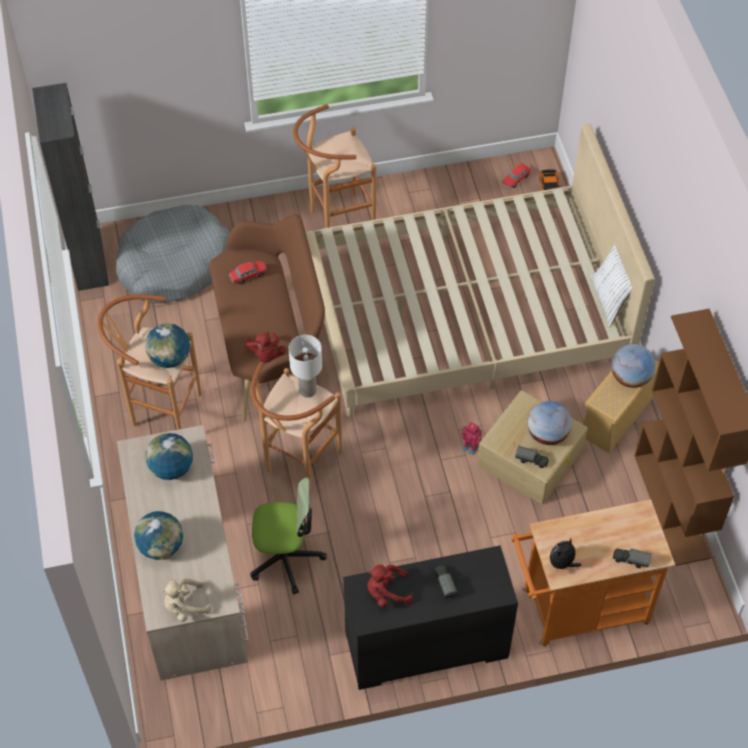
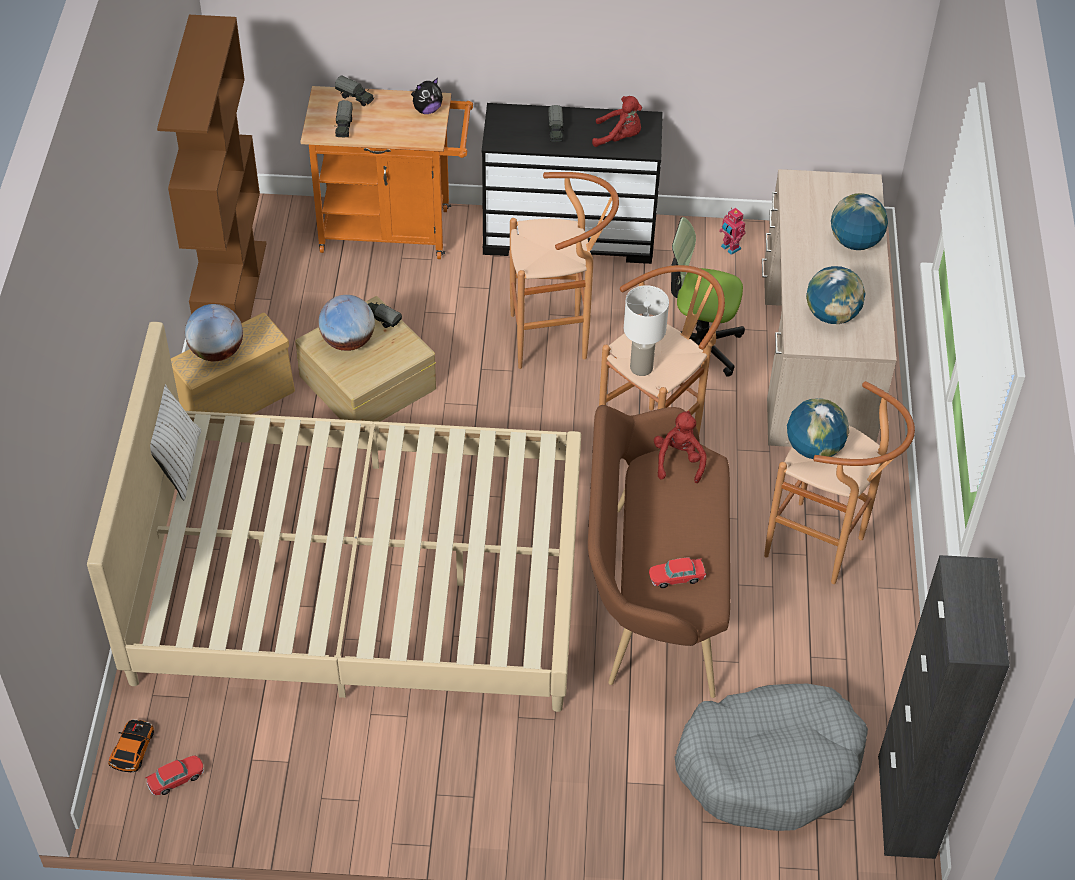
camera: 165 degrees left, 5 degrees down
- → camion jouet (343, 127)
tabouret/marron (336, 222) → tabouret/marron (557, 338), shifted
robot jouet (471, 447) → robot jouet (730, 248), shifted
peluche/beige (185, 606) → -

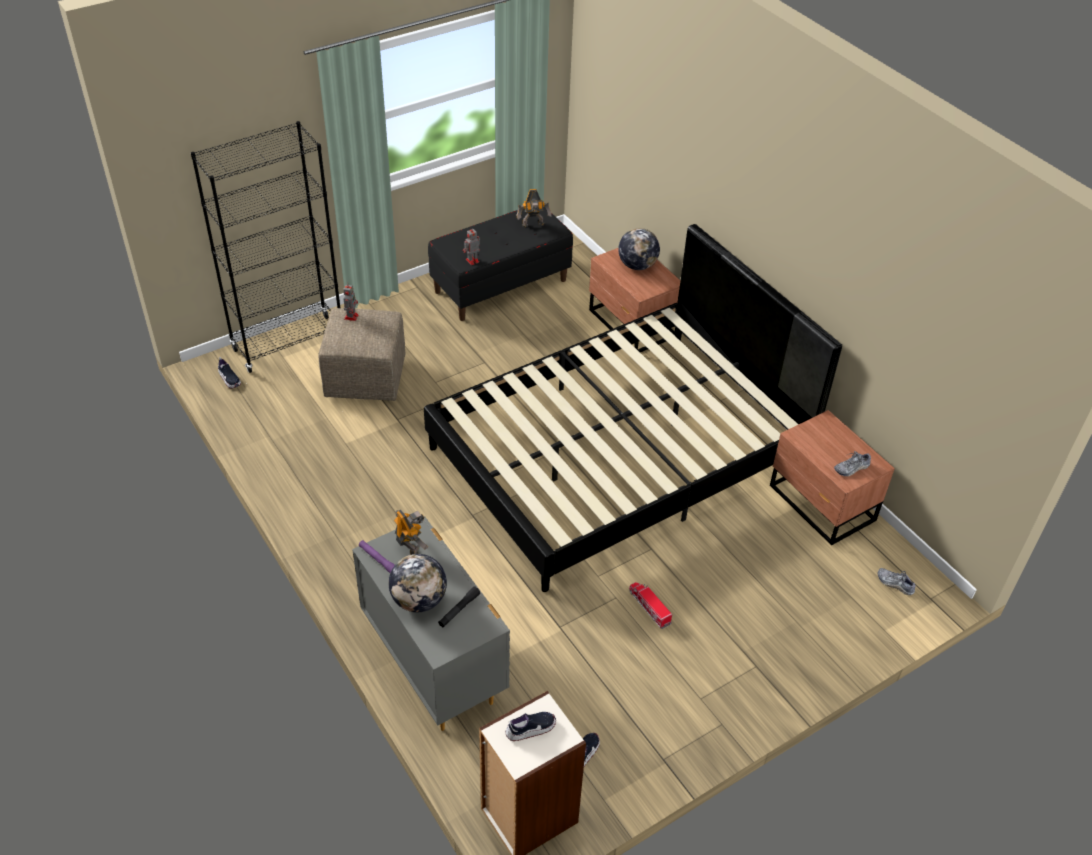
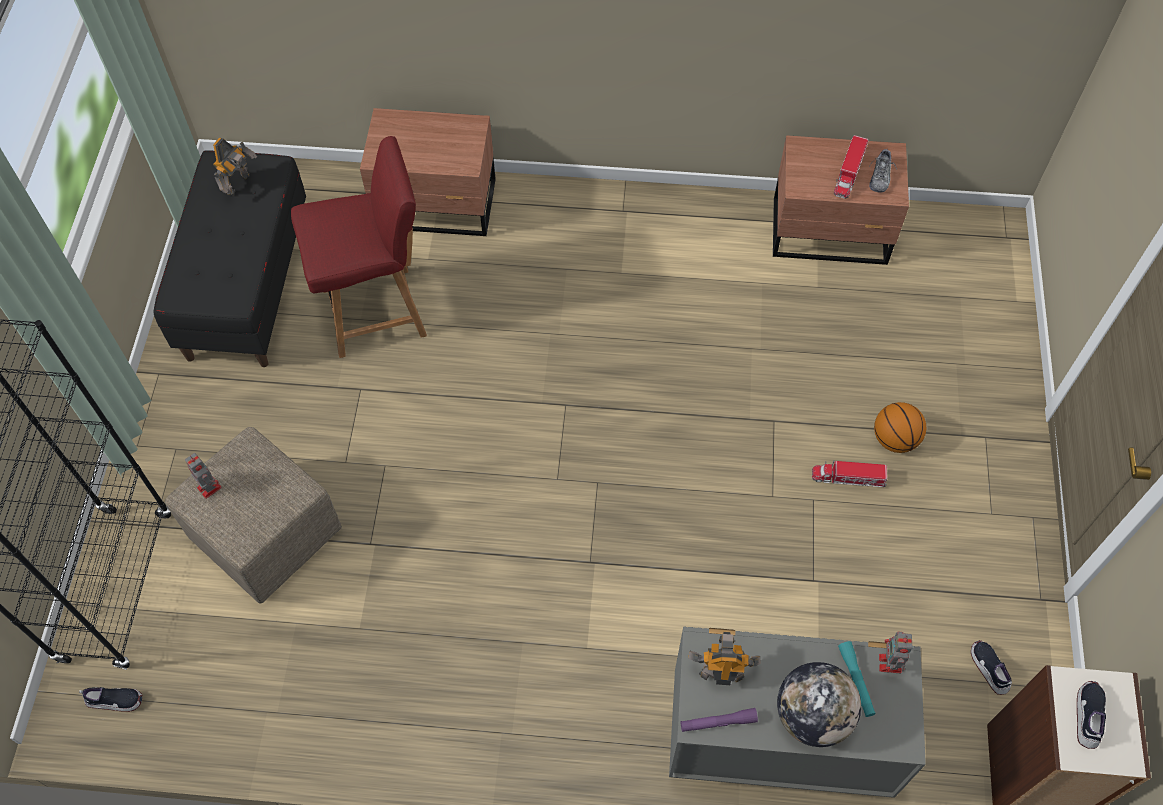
camera: 50 degrees left, 15 degrees up
- → chaise/rouge (377, 311)
- → camion jouet (849, 173)
lampe de poche/noir (459, 610) → lampe de poche/turquoise (856, 681)
- → ballon de basket (894, 439)
robot jouet (471, 261) → robot jouet (890, 665), shifted
lit/noir (619, 454) → -
globe (637, 265) → -
chaussure (895, 584) → -

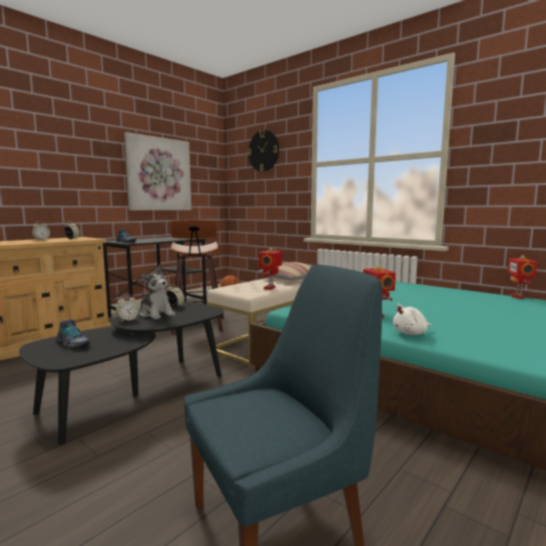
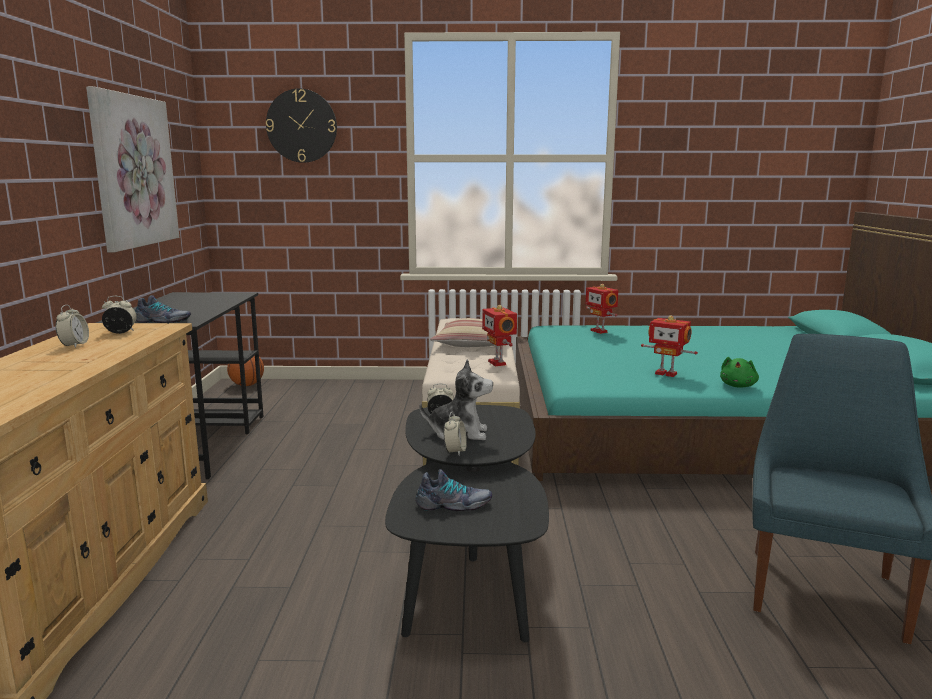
camera: 40 degrees left, 5 degrees up
robot jouet (518, 297) → robot jouet (599, 331), shifted
peluche/blanc (411, 333) → peluche/vert (738, 386)
tabouret (197, 326) → -

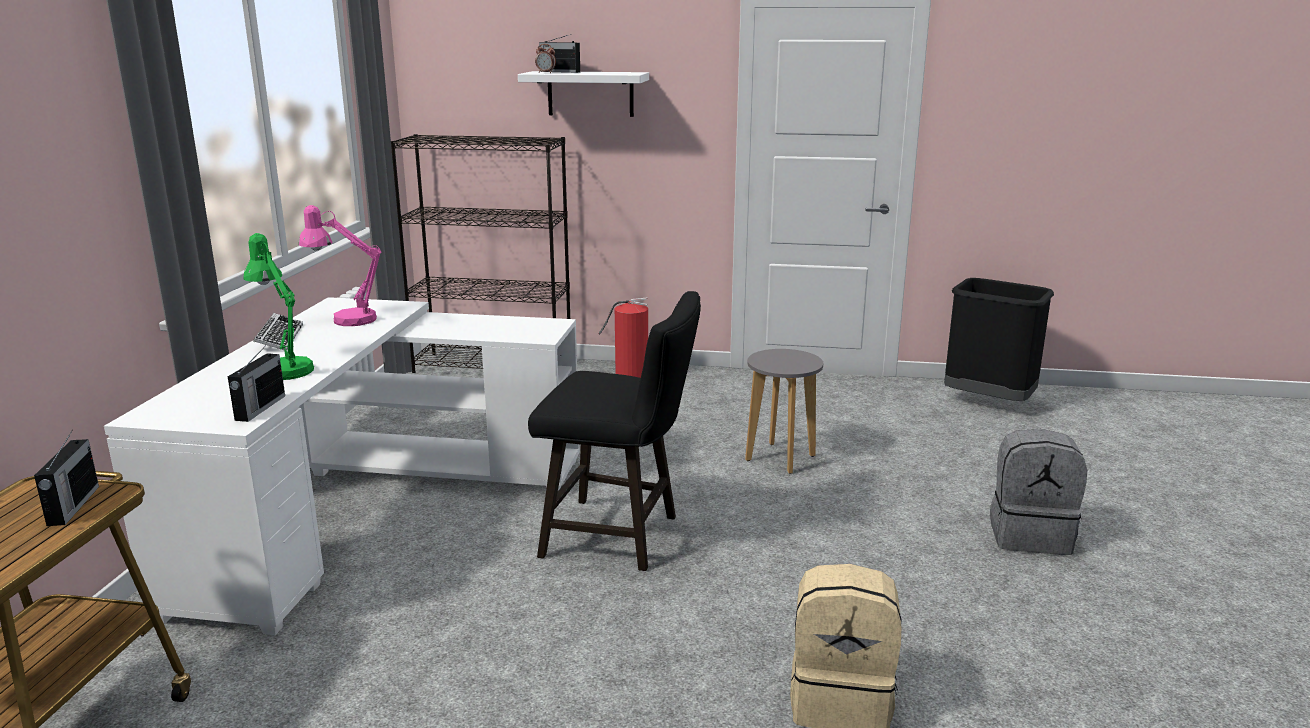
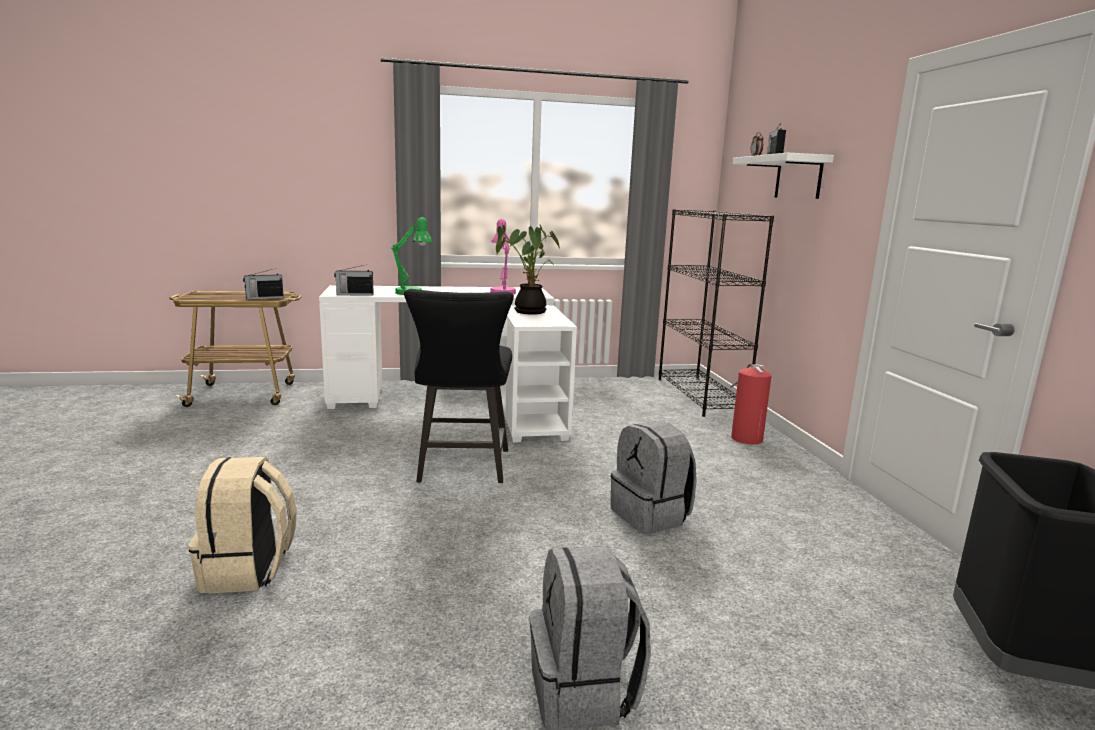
camera: 70 degrees right, 5 degrees down
- → plante en pot (527, 311)
tabouret/gris (780, 458) → sac à dos/gris (651, 515)
clavier (279, 337) → -

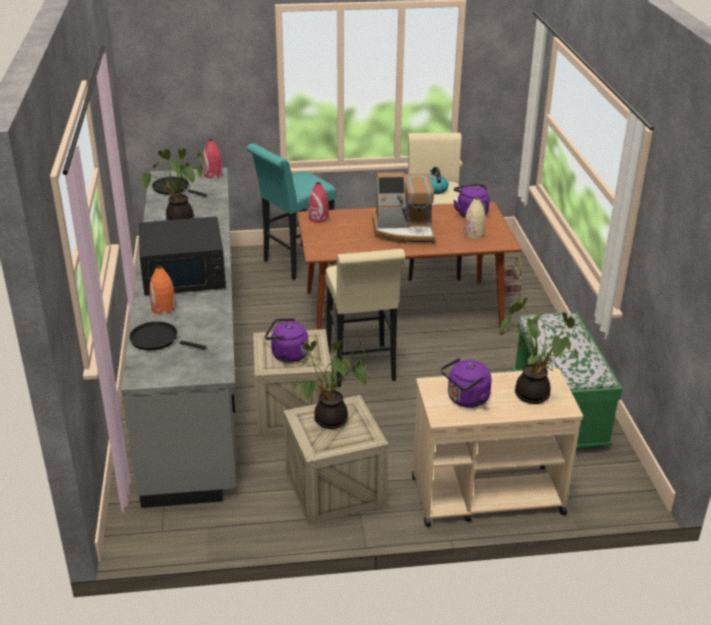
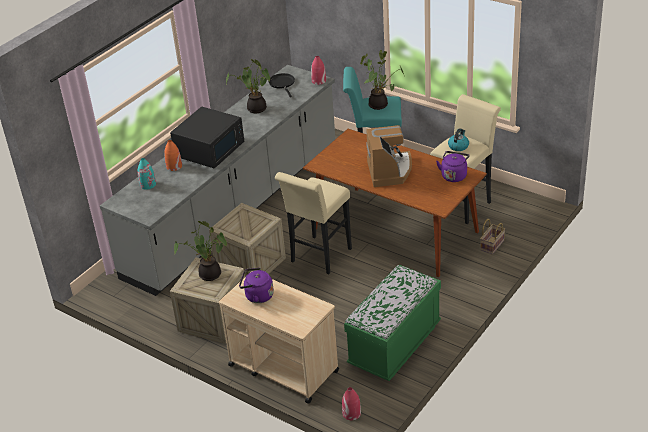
camera: 45 degrees right, 5 degrees up
poêle/noir (157, 340) → vase/turquoise (148, 184)
micro-ondes/noir (185, 275) → micro-ondes/noir (210, 149), 90 degrees counterclockwise
vase/rouge (318, 218) → vase/rouge (351, 413), shifted
plante en pot (533, 393) → plante en pot (380, 105), shifted
machine à café (404, 231) → machine à café (390, 171), 135 degrees counterclockwise
bouilloire/violet (287, 355) → -
vase/beige (474, 234) → -

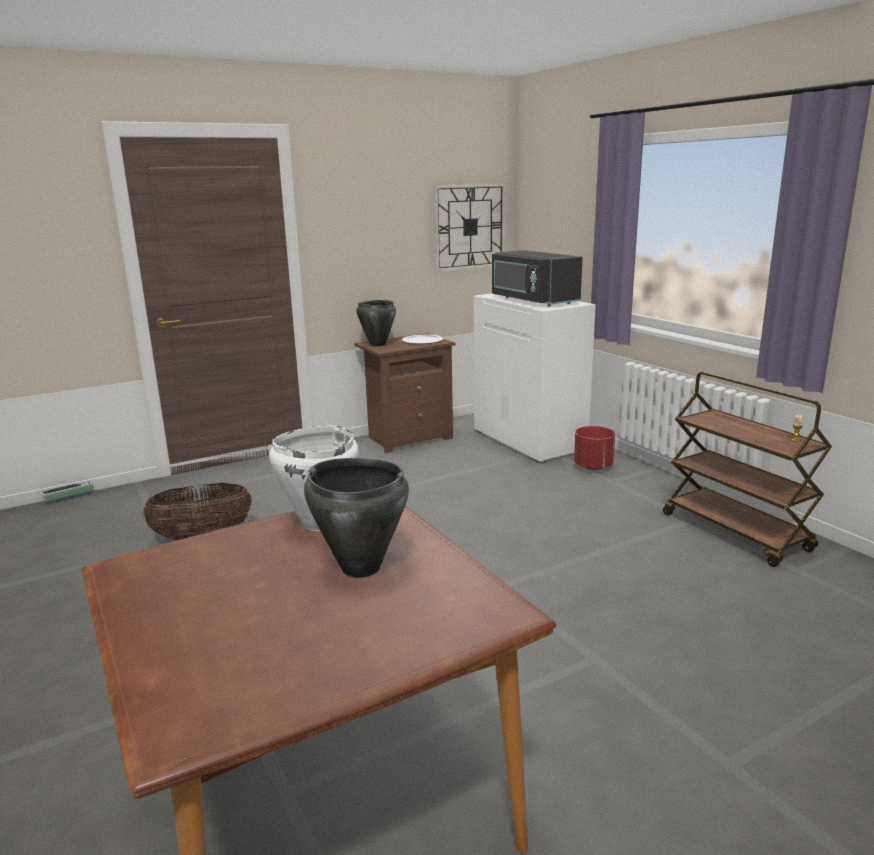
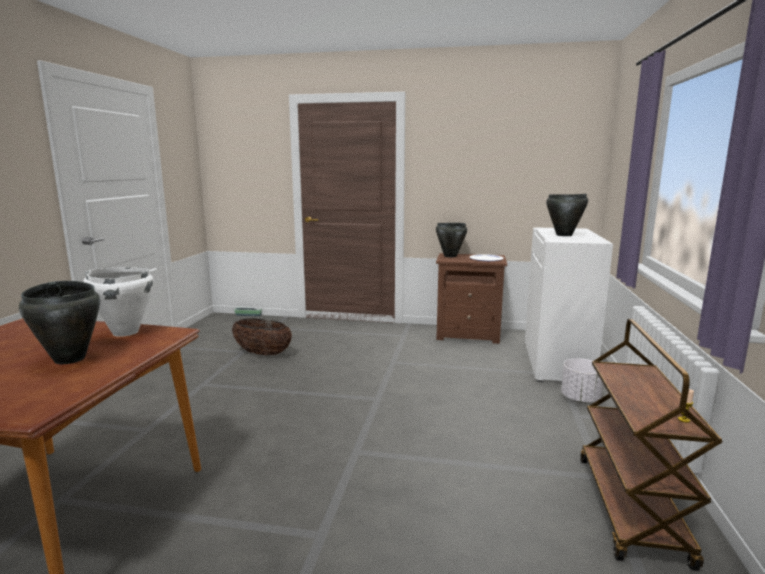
camera: 40 degrees right, 5 degrees down
micro-ondes/noir (532, 301) → marmite/noir (564, 235)
cache-pot/rouge (593, 466) → cache-pot/blanc (580, 399)
horloge murale (469, 227) → -

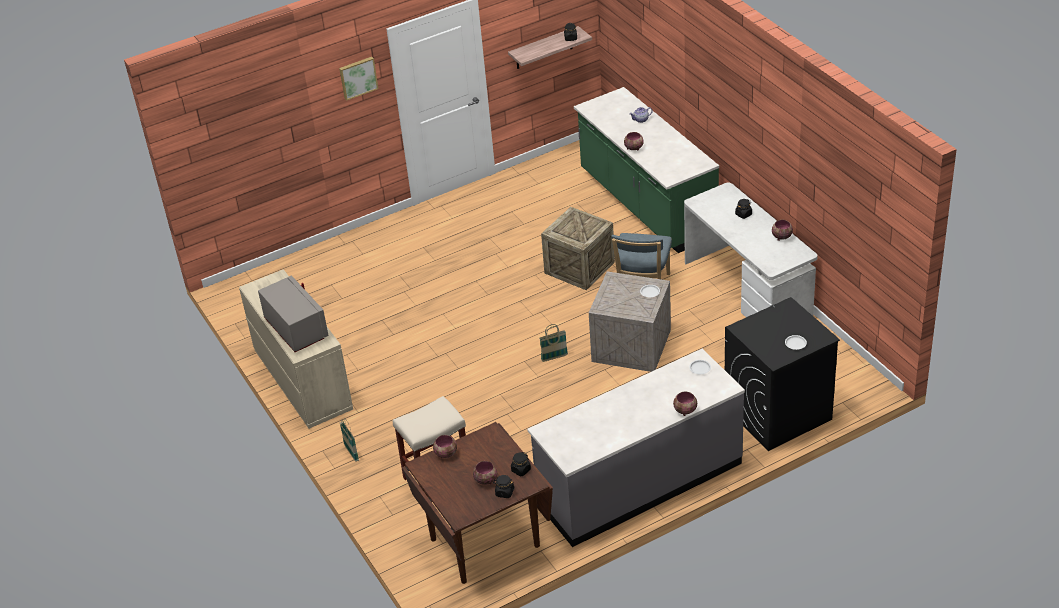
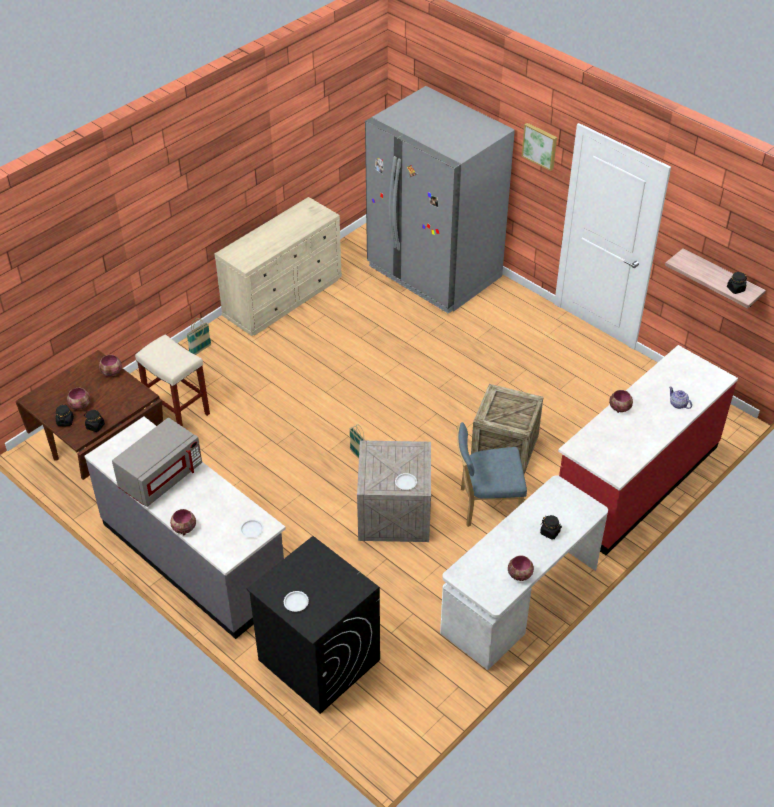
camera: 70 degrees right, 5 degrees up
micro-ondes/gris (295, 329) → micro-ondes/gris (160, 477), shifted
- → réfrigérateur/gris (434, 272)
comptoir de cuisine/vert (646, 205) → comptoir de cuisine/rouge (635, 481)

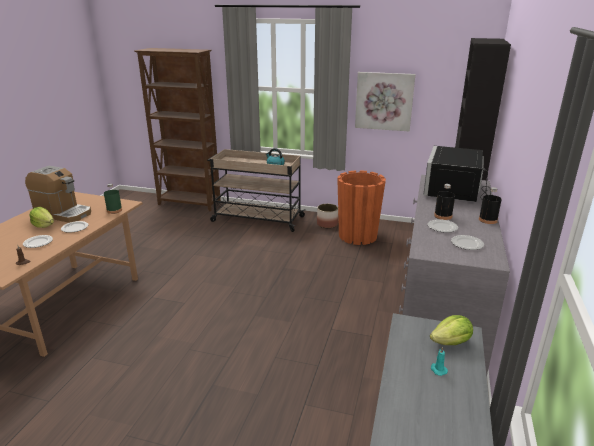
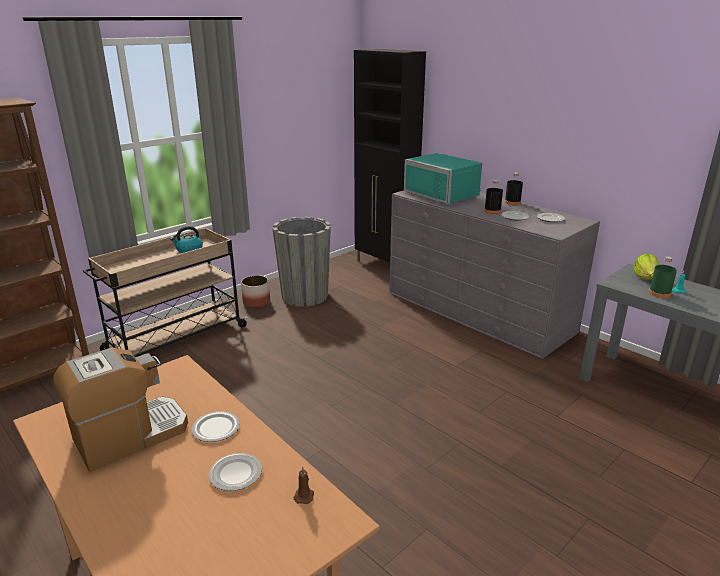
camera: 60 degrees left, 0 degrees up
cache-pot/orange (358, 236) → cache-pot/gris (304, 296)
micro-ondes/noir (456, 191) → micro-ondes/turquoise (445, 194)
bouteille/vert (114, 210) → bouteille/vert (659, 293), shifted
laitue (44, 226) → -
tableau (384, 101) → -

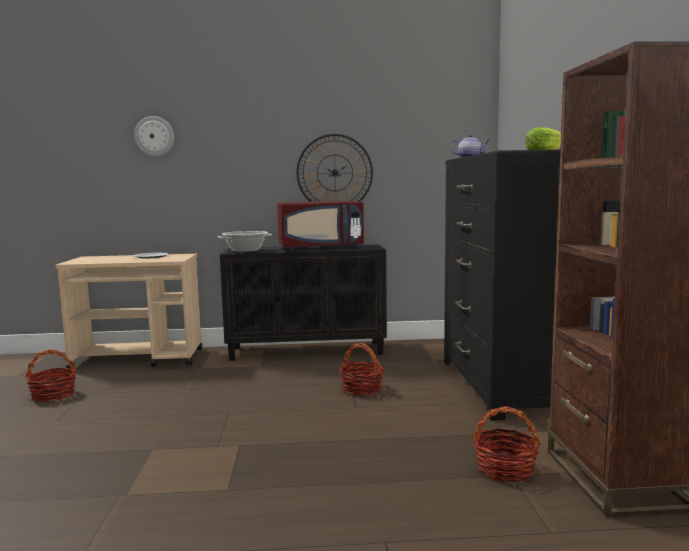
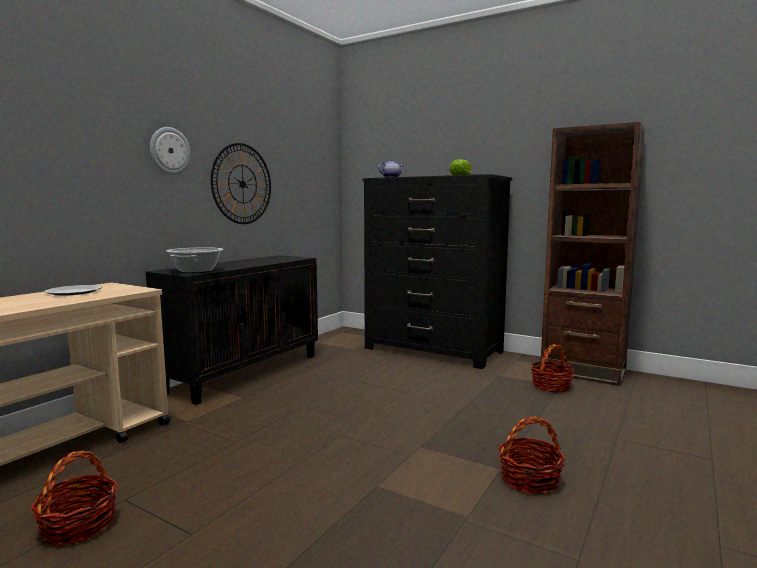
camera: 55 degrees left, 0 degrees up
horloge murale (154, 136) → horloge murale (169, 151), shifted
panier (362, 389) → panier (529, 480), shifted
micro-ondes/rouge (321, 248) → -

